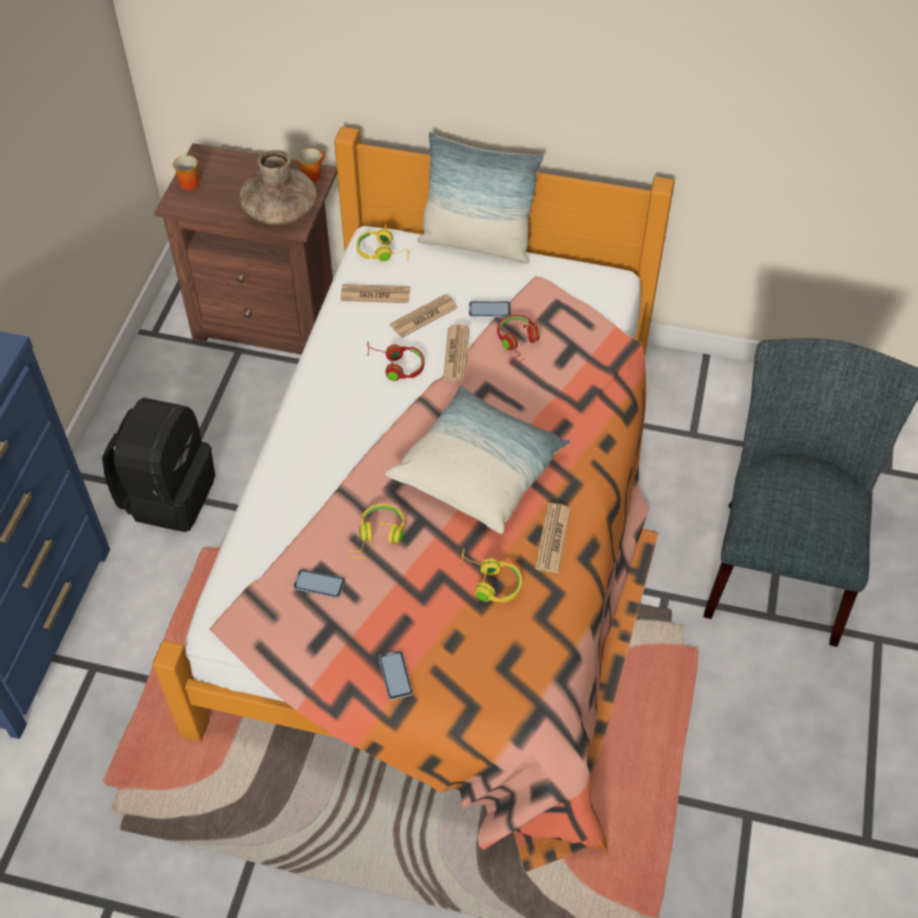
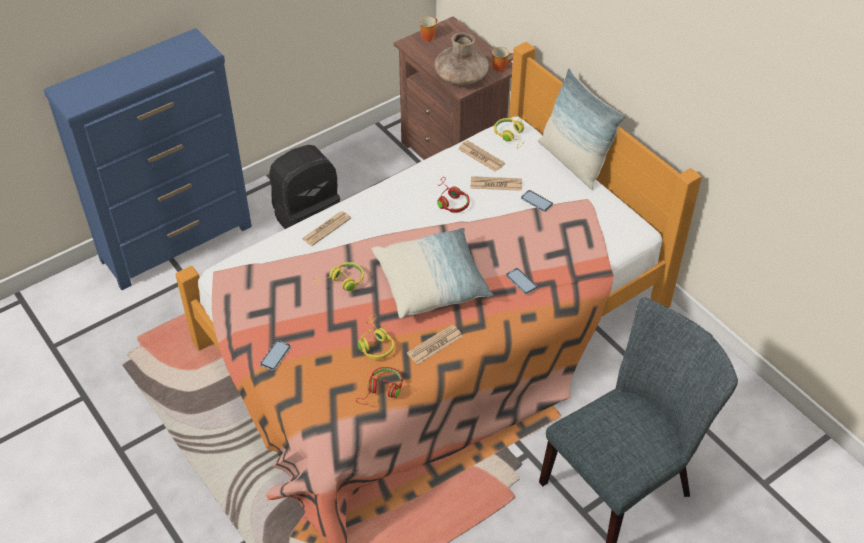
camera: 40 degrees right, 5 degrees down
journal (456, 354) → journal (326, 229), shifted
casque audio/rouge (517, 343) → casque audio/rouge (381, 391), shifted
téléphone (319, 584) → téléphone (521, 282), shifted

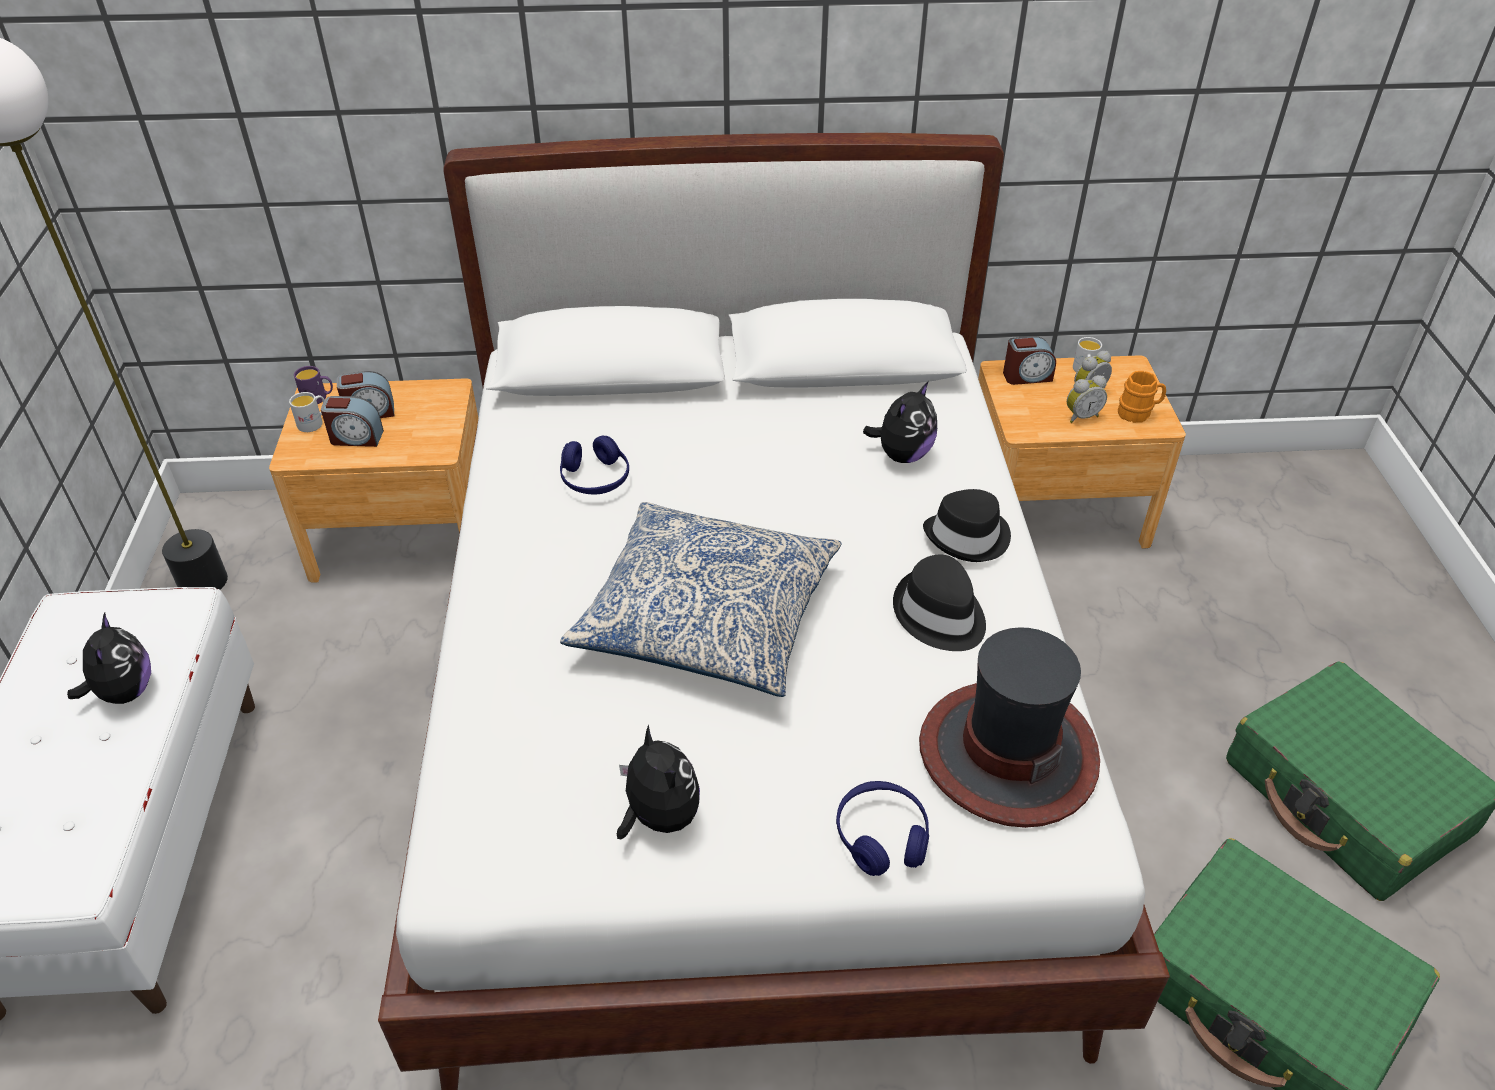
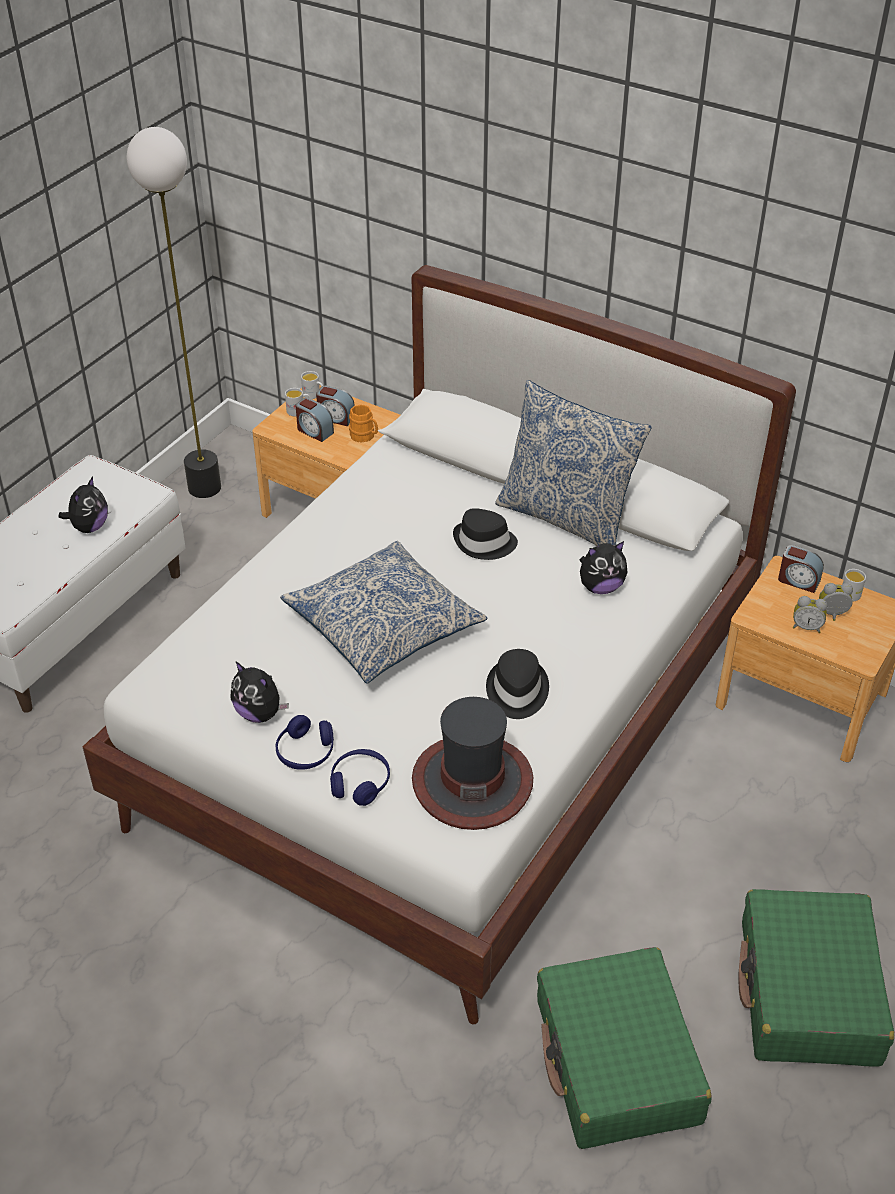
camera: 35 degrees right, 0 degrees up
peluche (659, 817) → peluche (260, 713), 120 degrees clockwise
casque audio/bleu (595, 479) → casque audio/bleu (305, 752), shifted
mug/violet (318, 398) → mug/blanc (314, 395)
mug/orange (1138, 413) → mug/orange (364, 437), shifted
chapeau/noir (968, 537) → chapeau/noir (484, 543), shifted
- → coussin (566, 517)

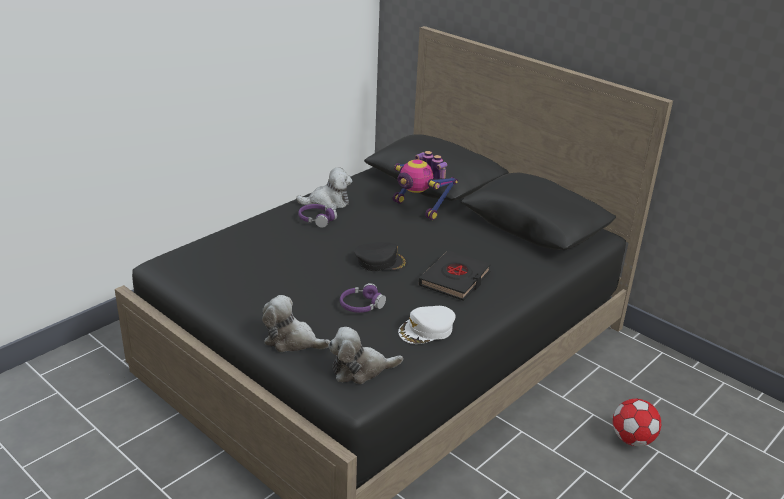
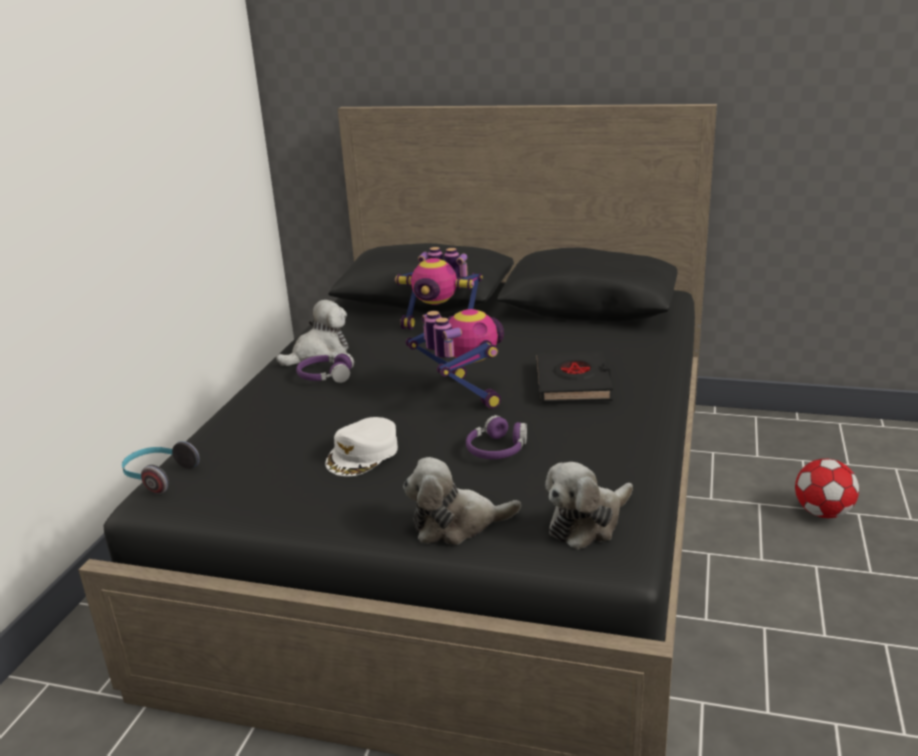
camera: 25 degrees left, 5 degrees down
- → casque audio (158, 477)
casquette/blanc (427, 330) → casquette/blanc (363, 454), shifted
casquette/noir (381, 261) → robot jouet (462, 394)

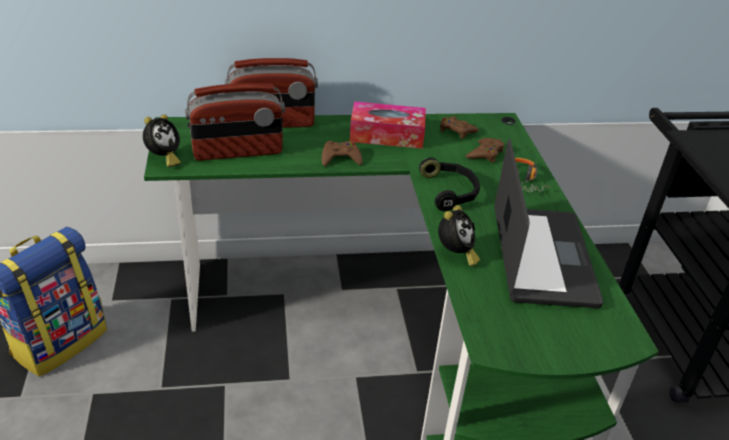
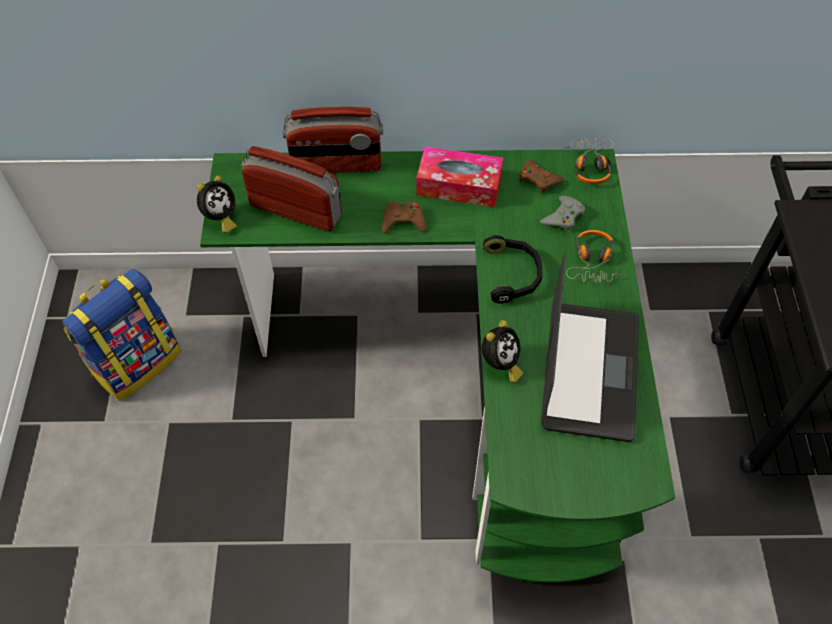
camera: 10 degrees right, 20 degrees up
radio (237, 152) → radio (296, 210), 150 degrees counterclockwise
manette/marron (485, 154) → manette/gris (563, 217)
- → casque audio (590, 165)

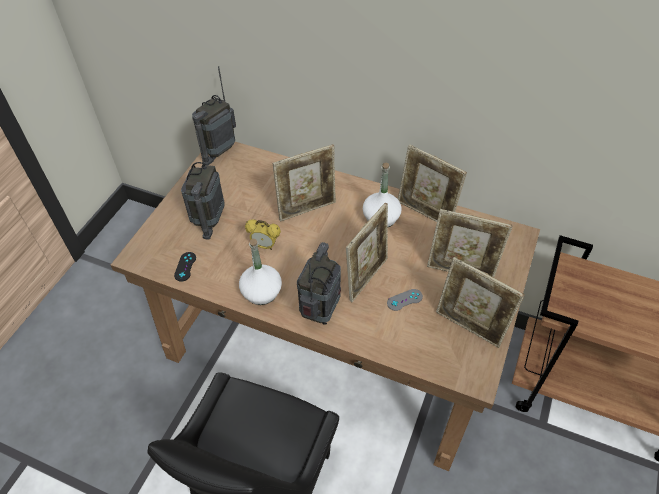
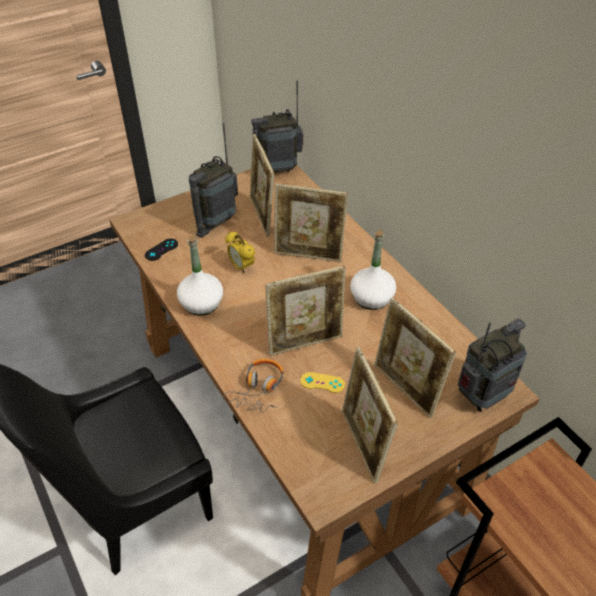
camera: 35 degrees right, 5 degrees down
- → casque audio (258, 389)
cadre photo (425, 213) → cadre photo (262, 216), shifted
manette/gris (404, 300) → manette/jaune (322, 382)
radio (320, 311) → radio (482, 397), shifted

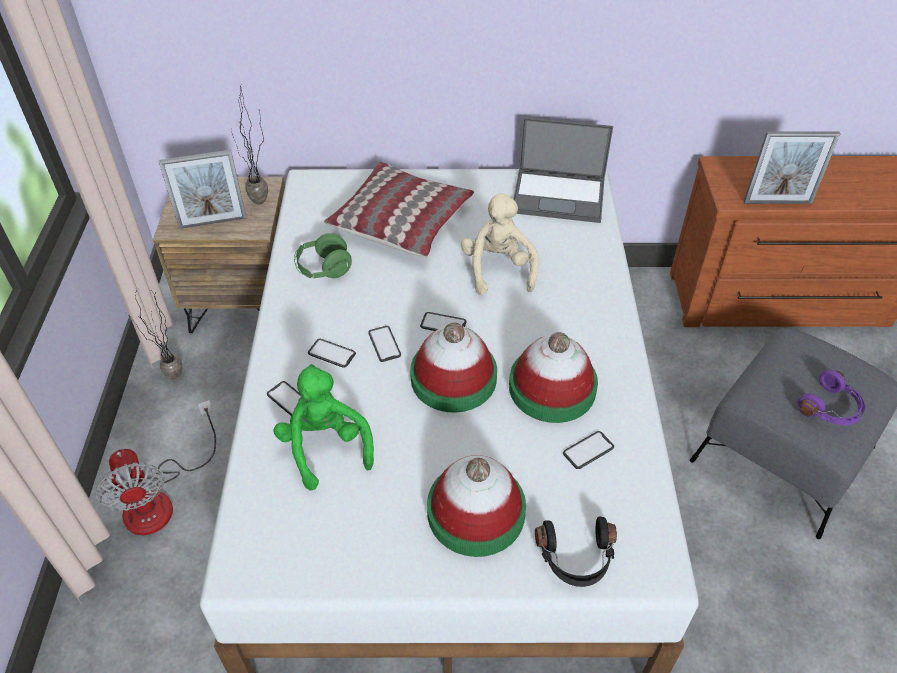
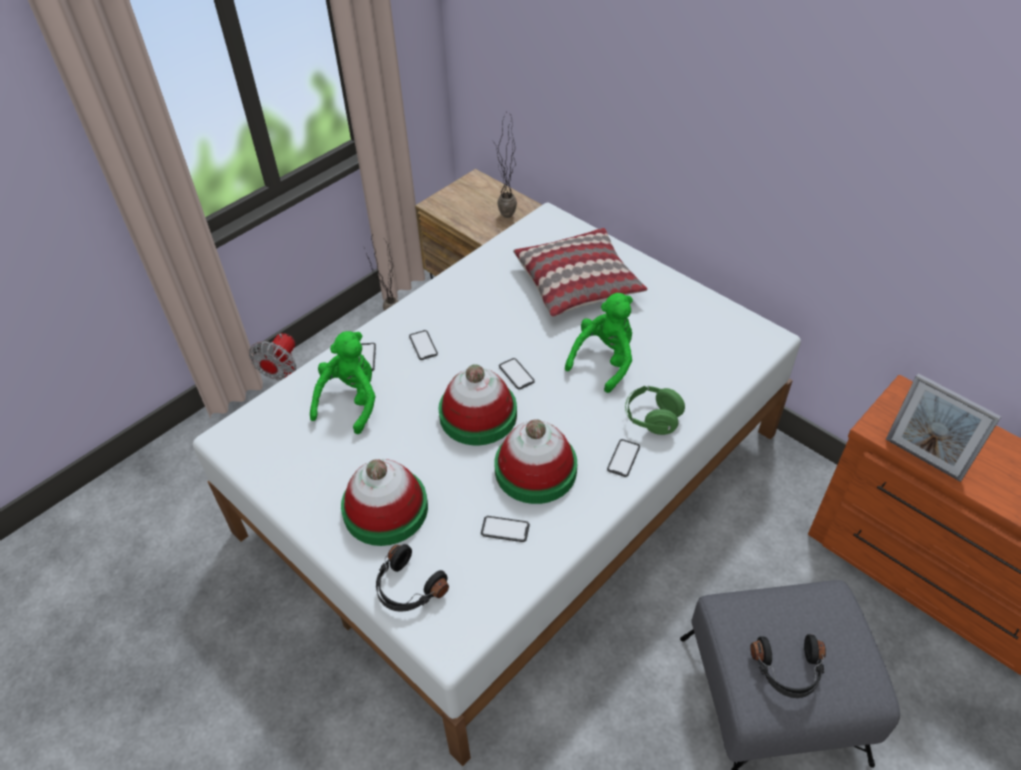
camera: 45 degrees right, 0 degrees up
peluche/beige (498, 269) → peluche/vert (604, 361)
téléphone (384, 344) → téléphone (623, 458), shifted
casque audio/vert (324, 269) → casque audio/vert (652, 419), shifted
casque audio/violet (831, 408) → casque audio/noir (788, 671)
cadre photo (213, 222) → -
ordinateur portable (560, 196) → -

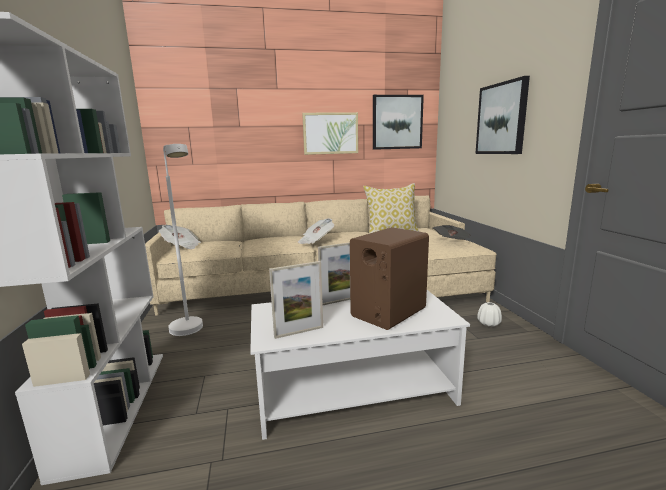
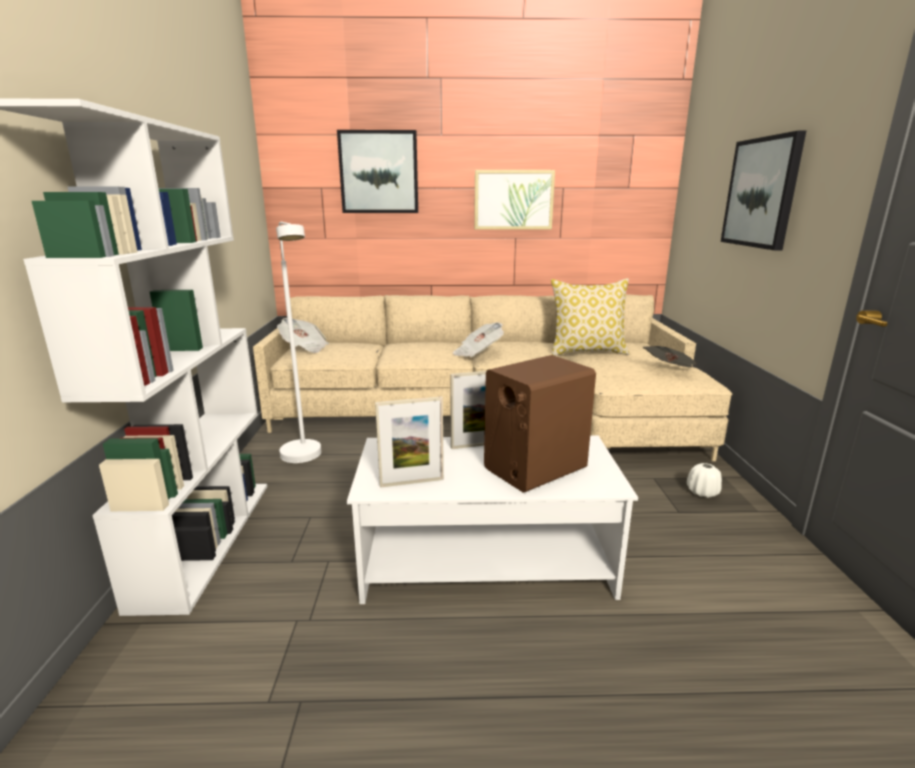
camera: 10 degrees right, 5 degrees up
tableau (397, 122) → tableau (379, 172), shifted

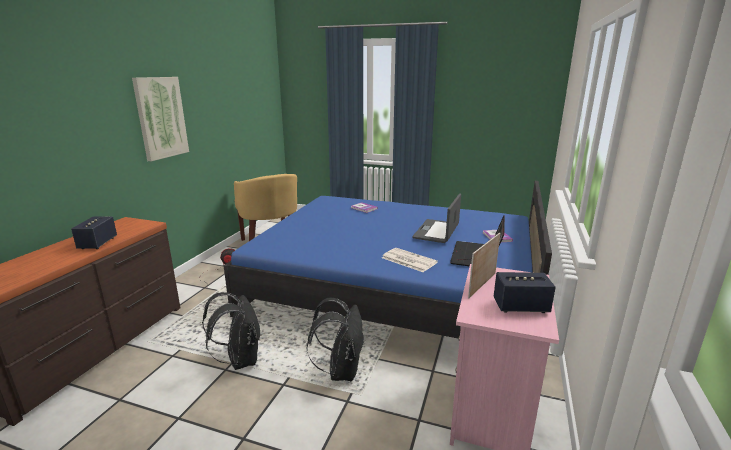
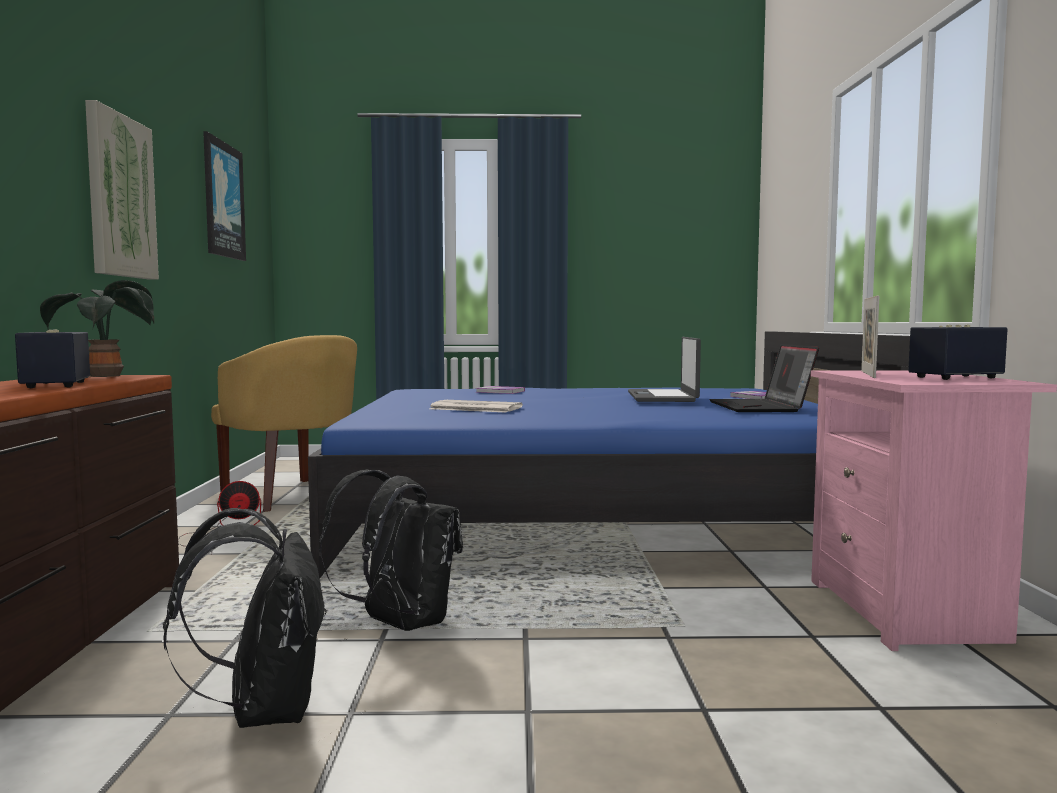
camera: 20 degrees left, 15 degrees down
- → plante en pot (108, 377)
sac à dos/noir (341, 370) → sac à dos/noir (264, 711), shifted
- → tableau (222, 200)
journal (408, 260) → journal (474, 408), shifted

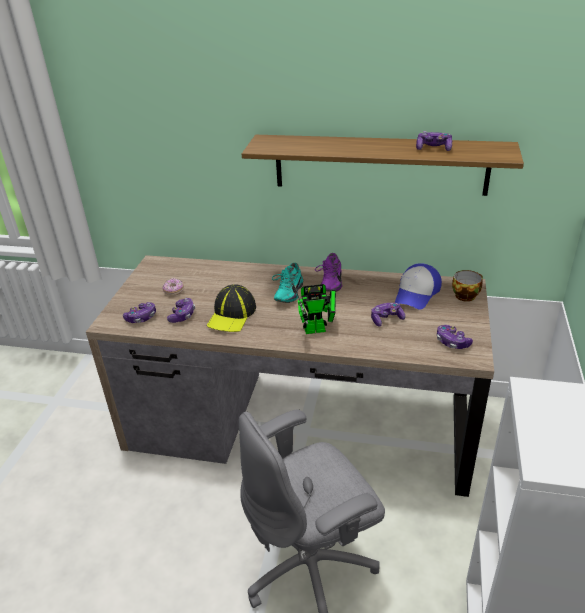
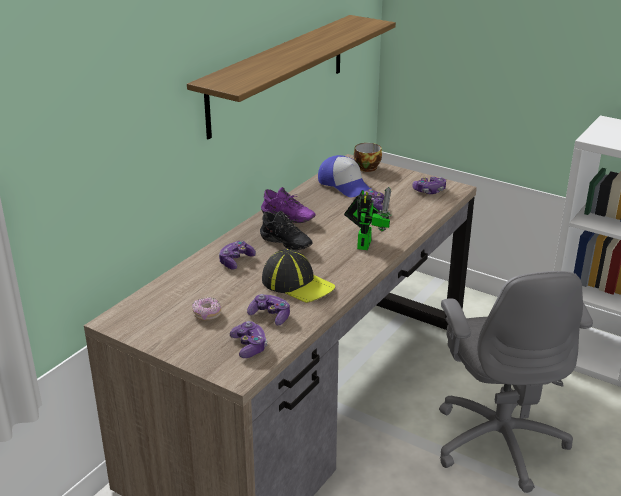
camera: 70 degrees left, 5 degrees down
manette (433, 148) → manette (236, 261), shifted
chaussure/turquoise (287, 293) → chaussure/noir (284, 245)

